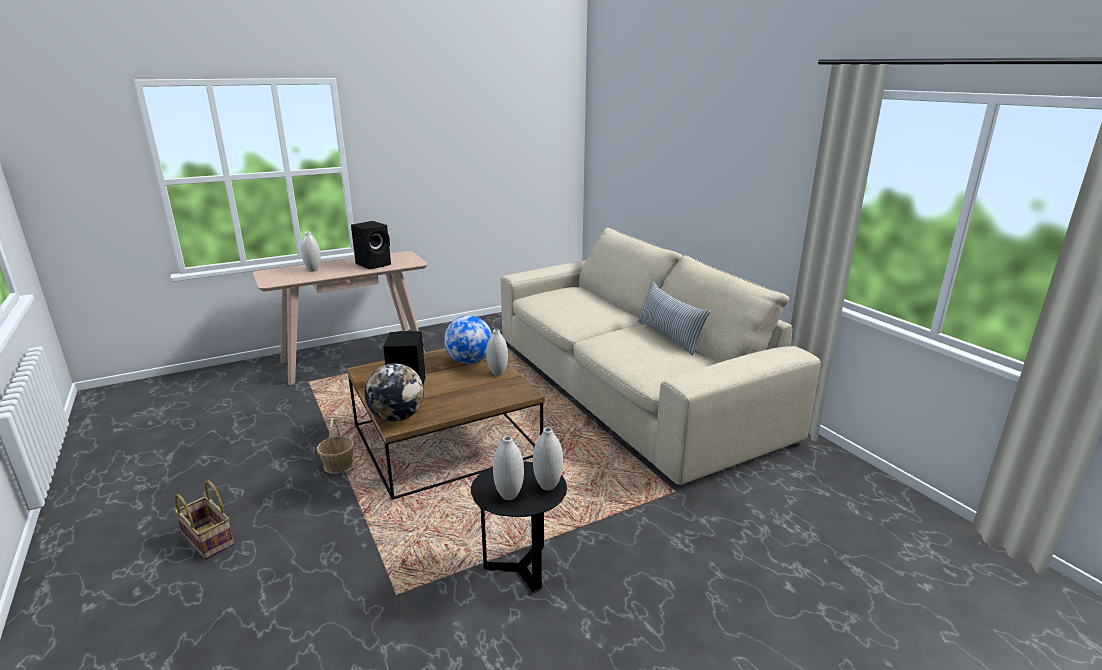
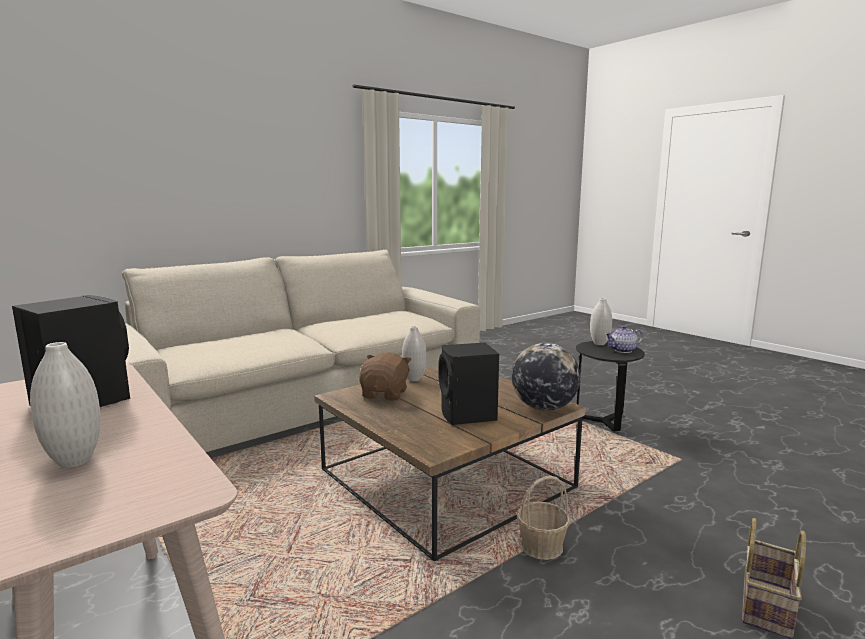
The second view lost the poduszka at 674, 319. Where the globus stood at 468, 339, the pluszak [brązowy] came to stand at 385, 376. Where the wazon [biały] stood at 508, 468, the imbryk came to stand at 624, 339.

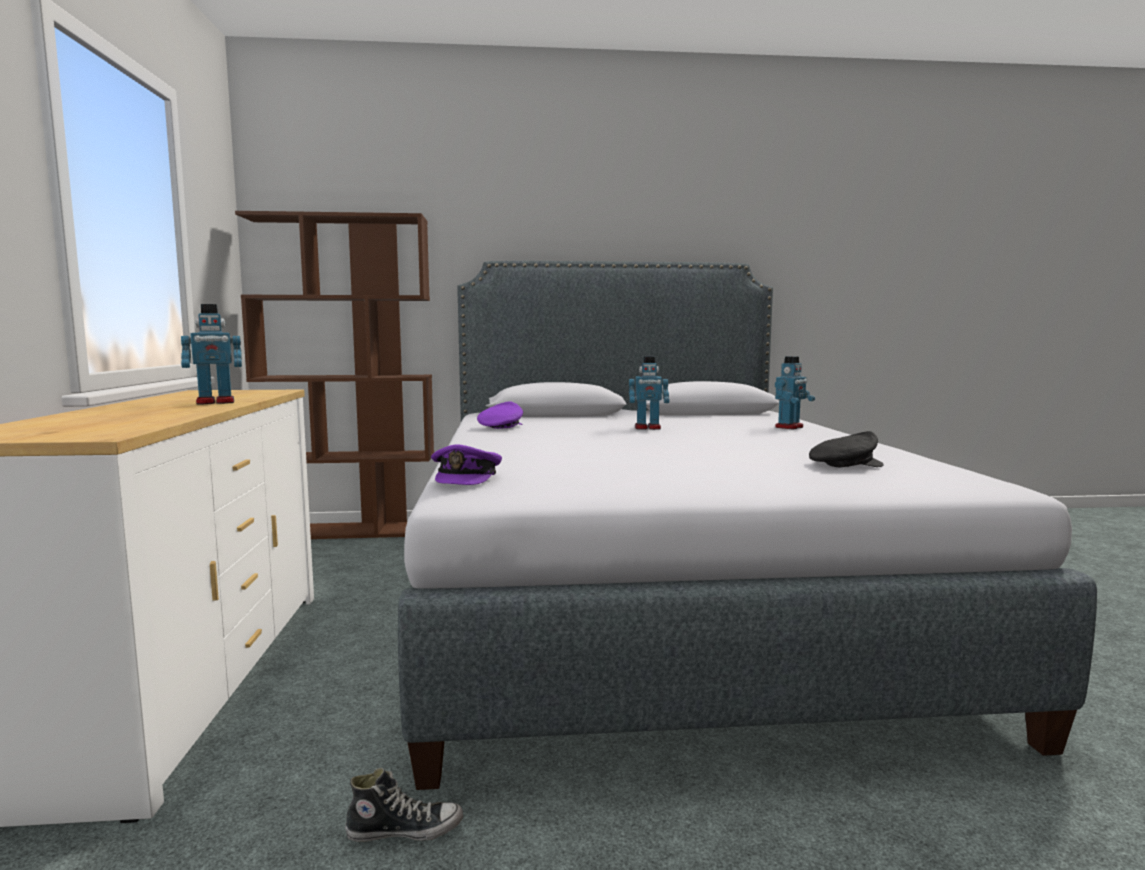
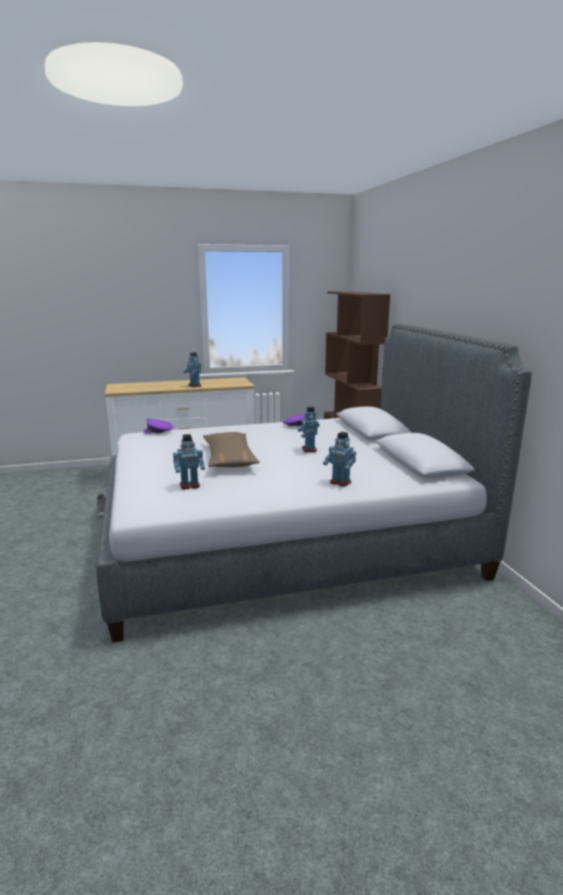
Where the czapka z daszkiem [czarny] stood at 846, 449, the robot zabawkowy came to stand at 189, 462. The second view gained the poduszka [brązowy] at 231, 449.

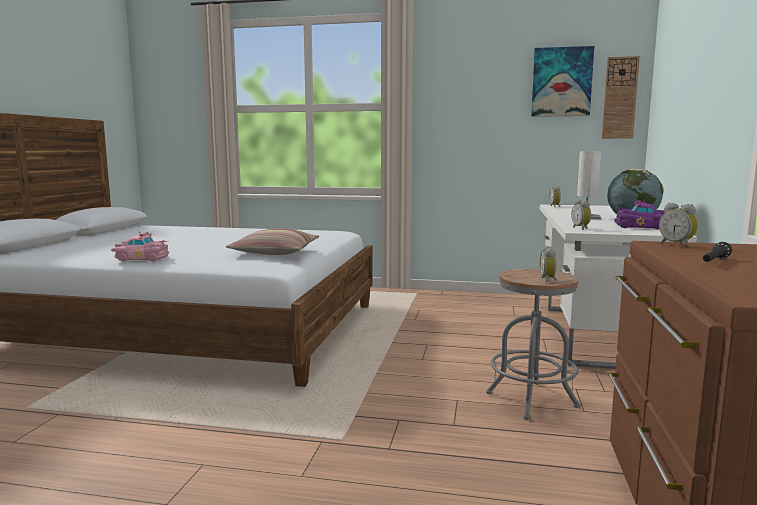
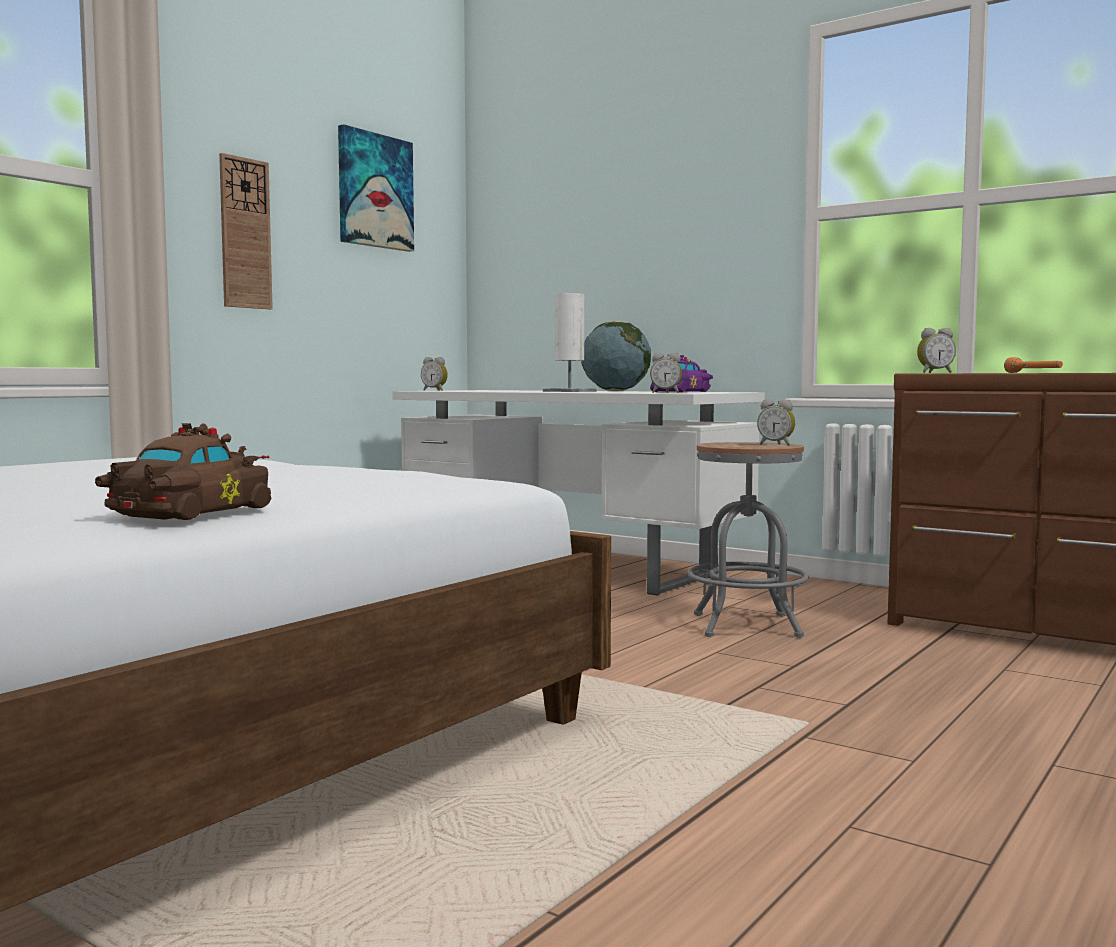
The zegar ścienny ended up elsewhere, having gone from 621, 97 to 246, 231. The second view lost the poduszka at 272, 242. What was the samochodzik [różowy] at 140, 246 turned into the samochodzik [brązowy] at 183, 471. What was the latarka [czarny] at 717, 252 turned into the latarka [pomarańczowy] at 1033, 365.

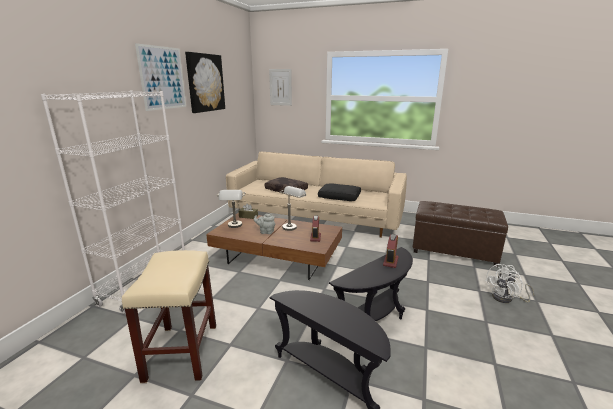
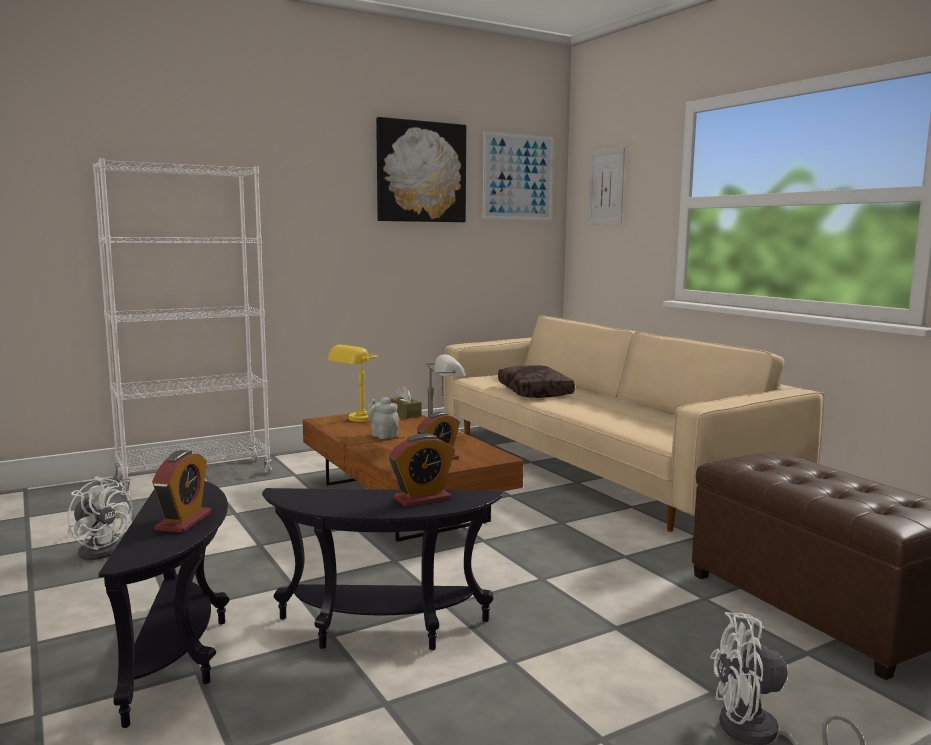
The obraz ended up elsewhere, having gone from 160, 77 to 518, 175. The second view lost the poduszka [czarny] at 339, 192. What was the lampa stołowa [szary] at 231, 209 turned into the lampa stołowa [żółty] at 353, 383. Where the stołek [beżowy] stood at 169, 316, the wentylator [biały] came to stand at 100, 518. The second view gained the budzik at 181, 491.

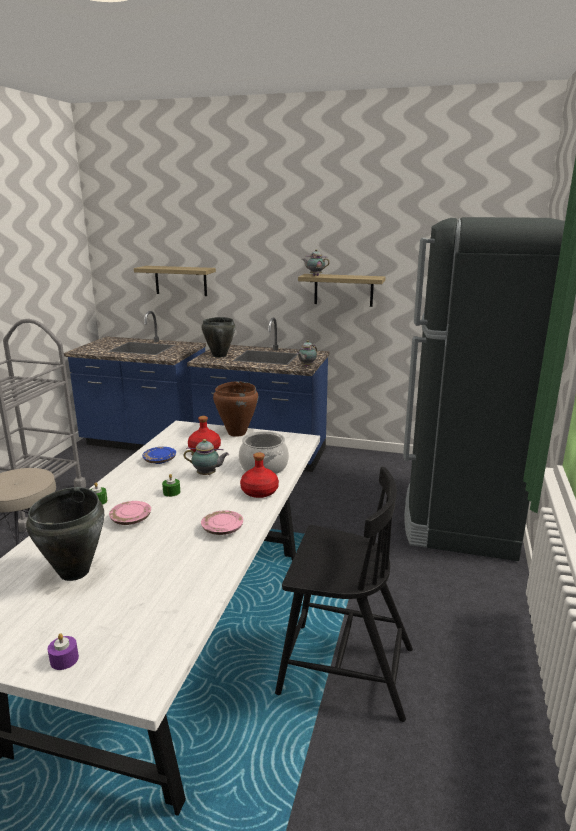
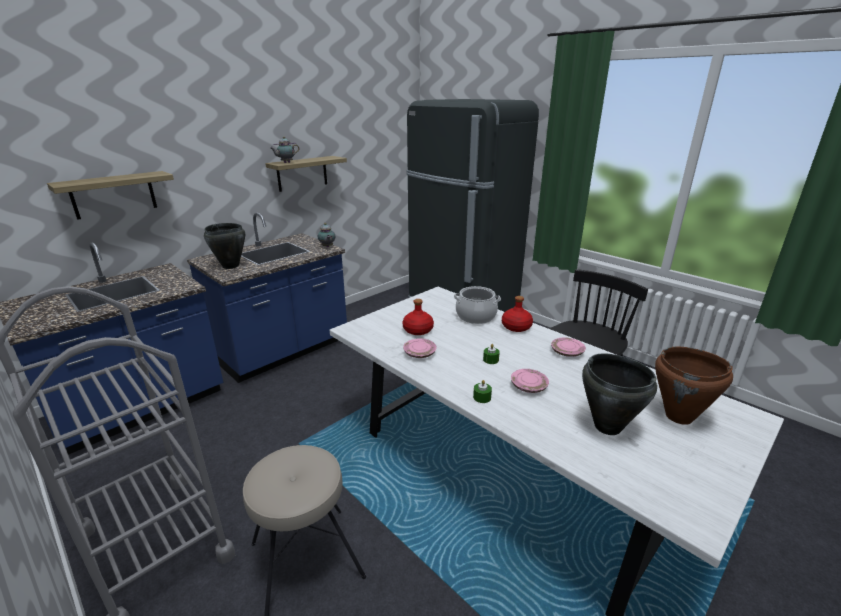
The garnek [brązowy] ended up elsewhere, having gone from 235, 409 to 694, 386. The second view lost the imbryk at 206, 457. What was the talerz [niebieski] at 159, 455 turned into the talerz [różowy] at 420, 348. The second view lost the świeca [fioletowy] at 63, 651.

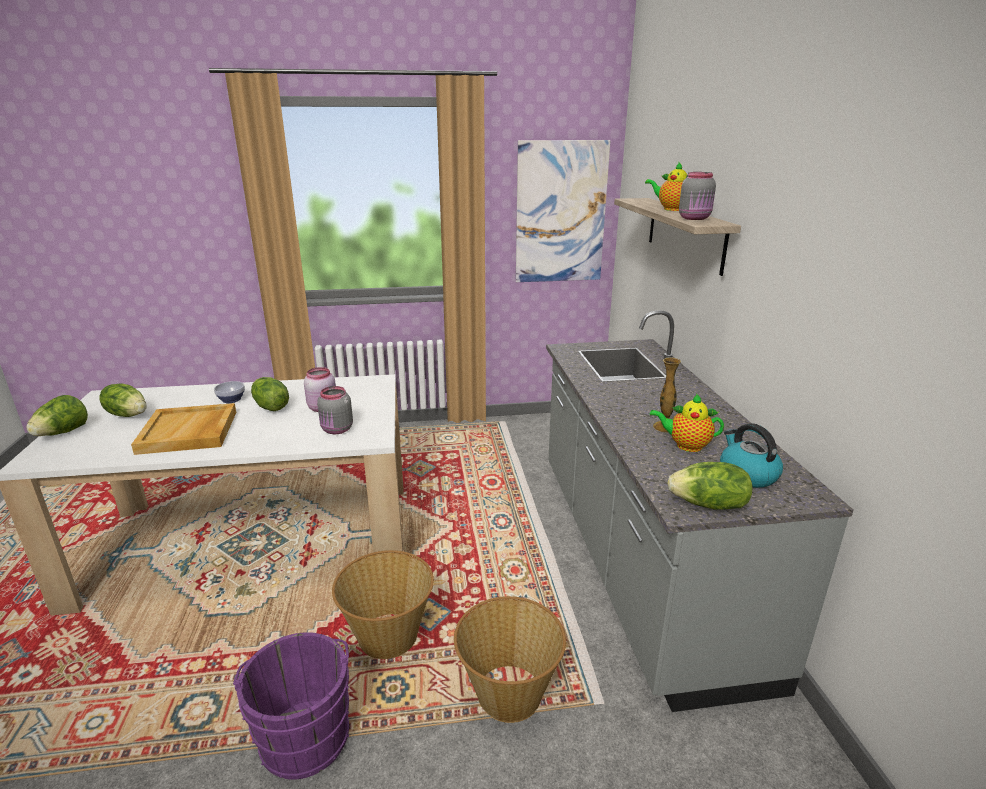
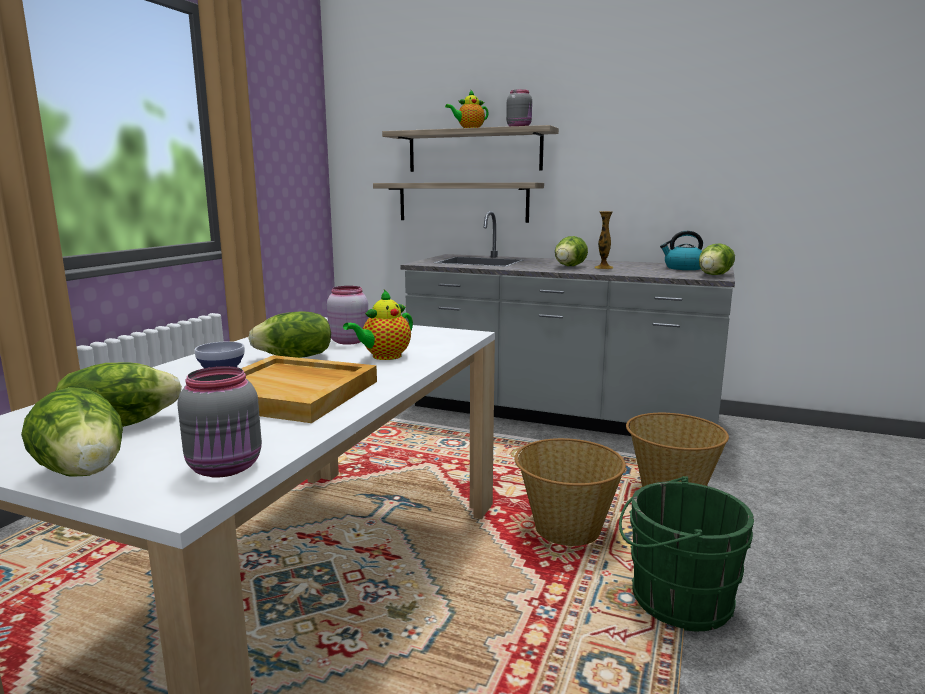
The second view lost the obraz at 563, 211. The słoik [szary] ended up elsewhere, having gone from 335, 410 to 220, 422. The imbryk ended up elsewhere, having gone from 687, 422 to 378, 325. What was the wiadro [fioletowy] at 291, 706 turned into the wiadro [zielony] at 686, 553. The second view gained the półka at 458, 203. The second view gained the sałata at 571, 251.

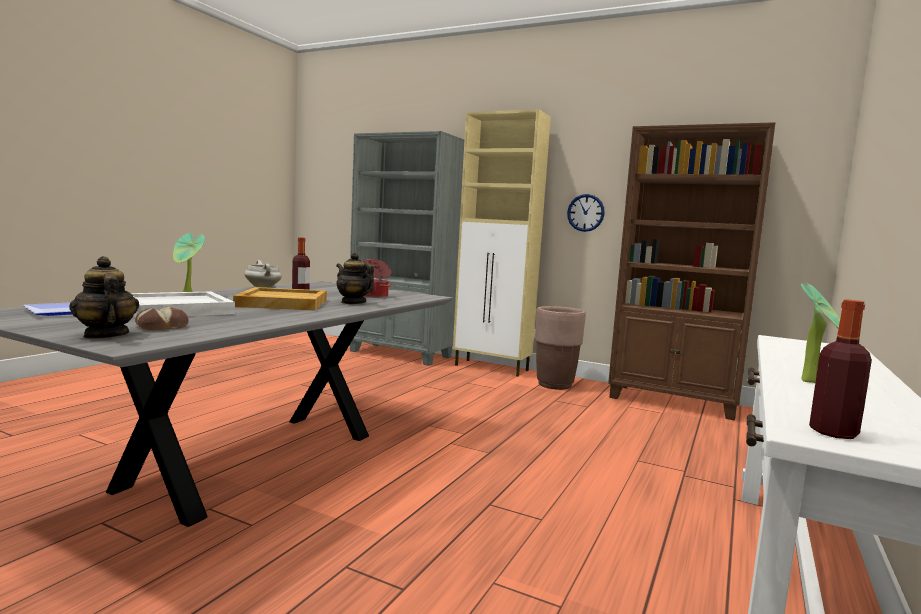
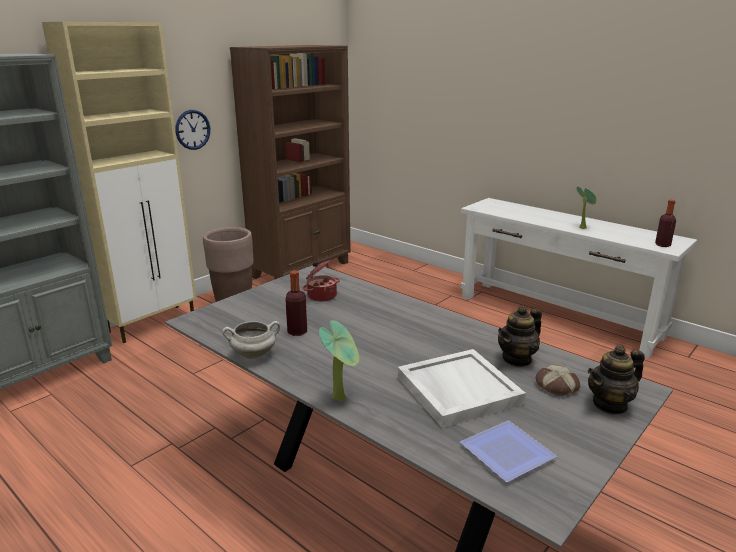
The imbryk ended up elsewhere, having gone from 355, 278 to 520, 336. The second view lost the taca [beżowy] at 280, 299.

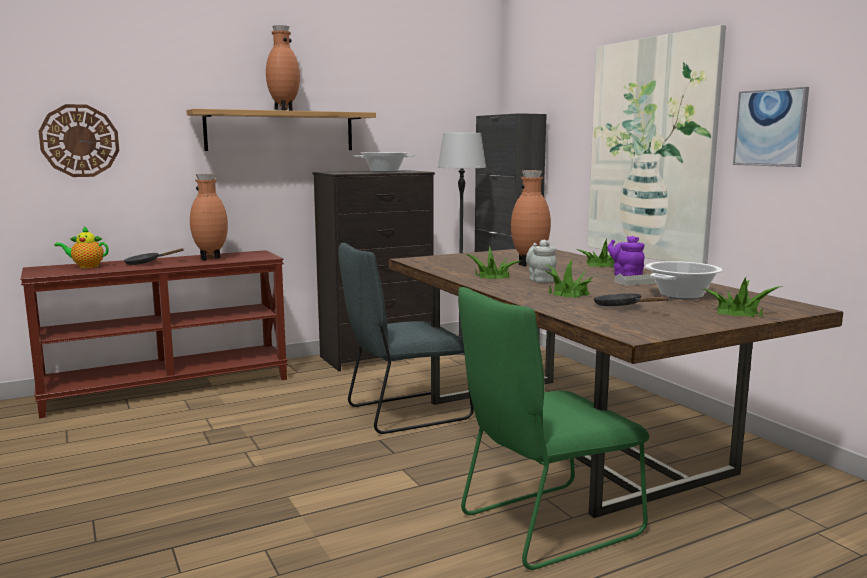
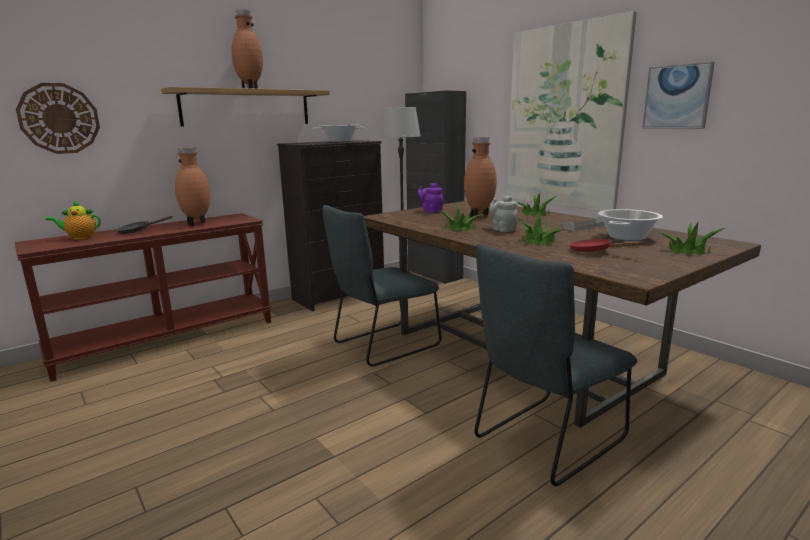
The imbryk [fioletowy] ended up elsewhere, having gone from 626, 256 to 430, 198. What was the krzesło [zielony] at 553, 428 turned into the krzesło [szary] at 555, 365. What was the patelnia [czarny] at 631, 299 turned into the patelnia [czerwony] at 607, 245.

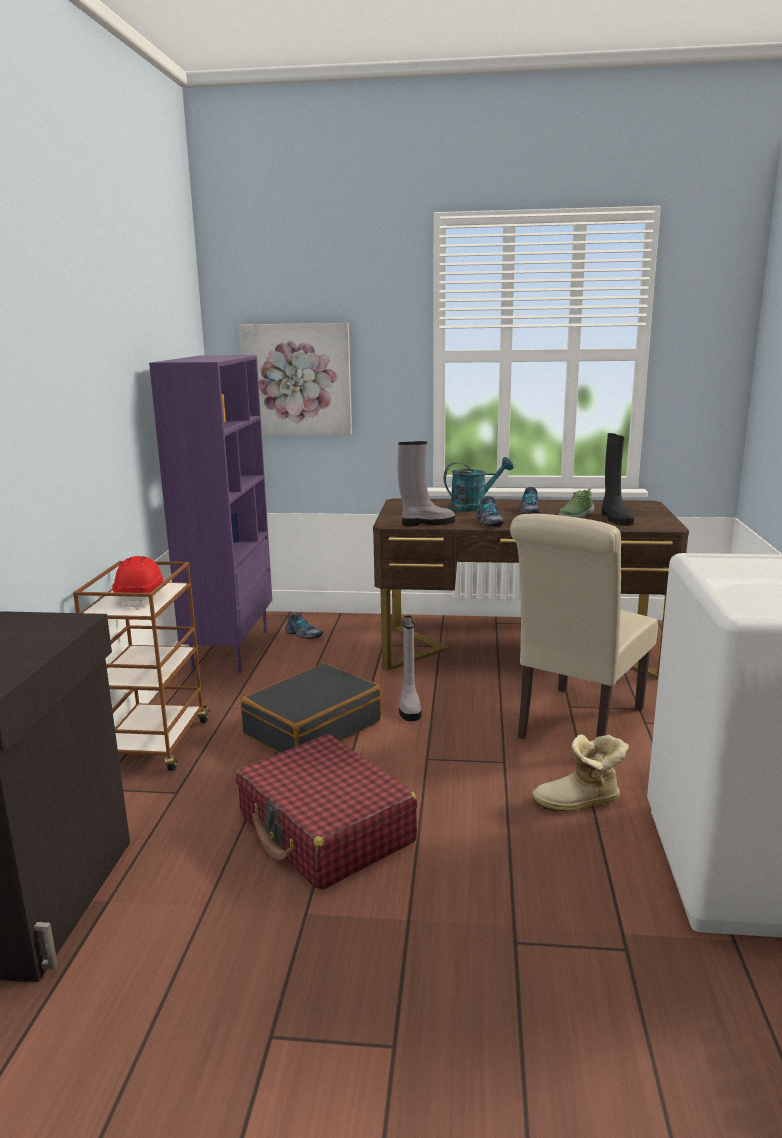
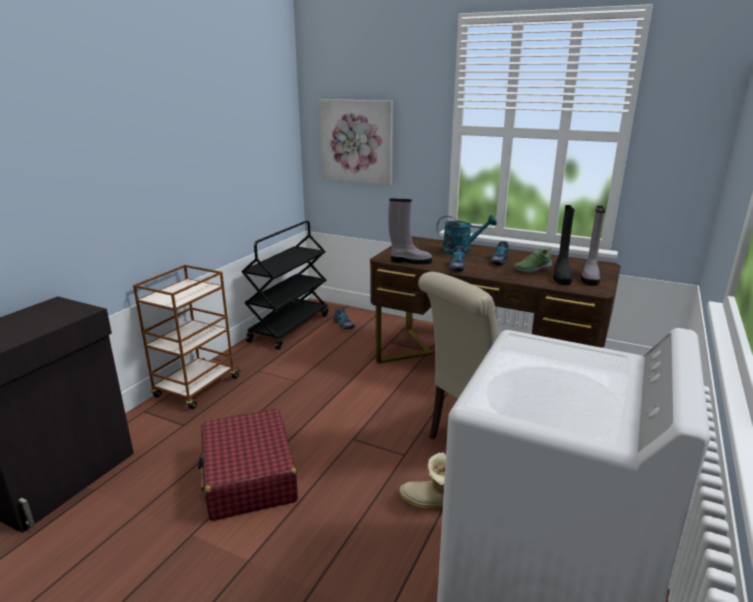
Where the regał [fioletowy] stood at 210, 513, the wózek [czarny] came to stand at 284, 285. The second view lost the kask [czerwony] at 137, 583. The but z cholewką [szary] ended up elsewhere, having gone from 410, 668 to 593, 246. The second view lost the walizka [czarny] at 311, 708.

